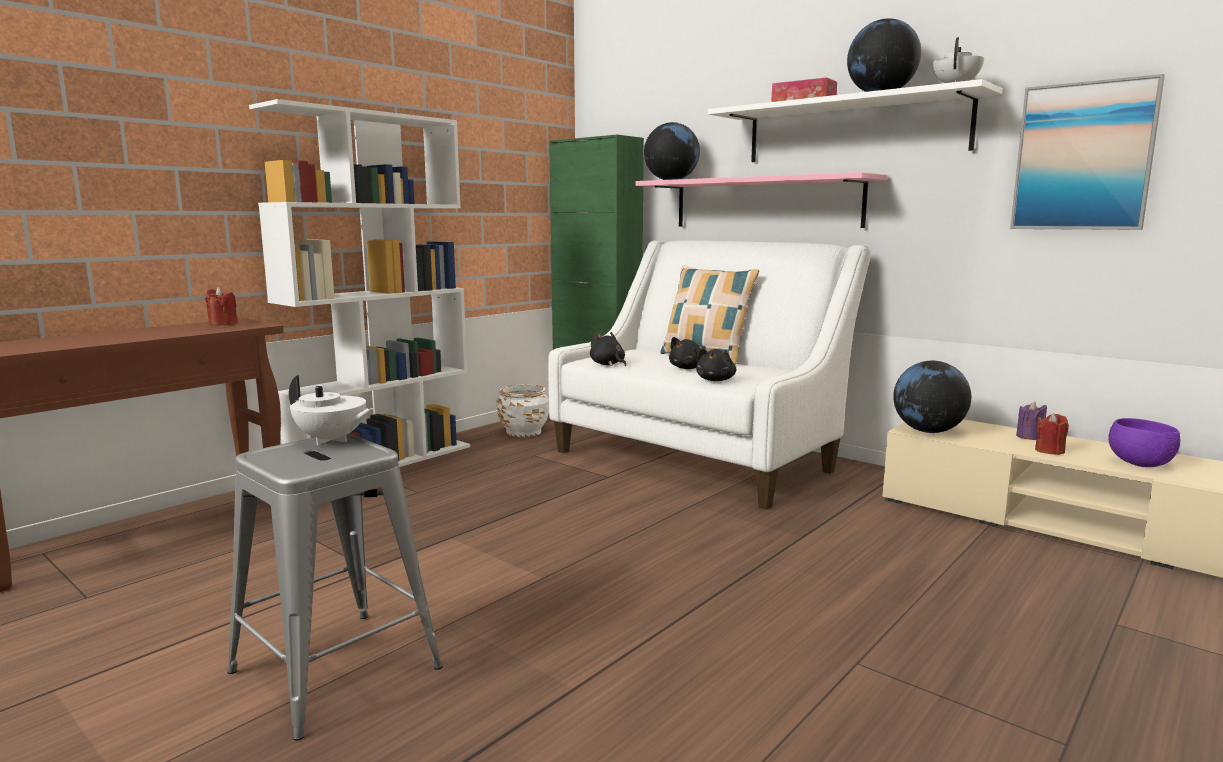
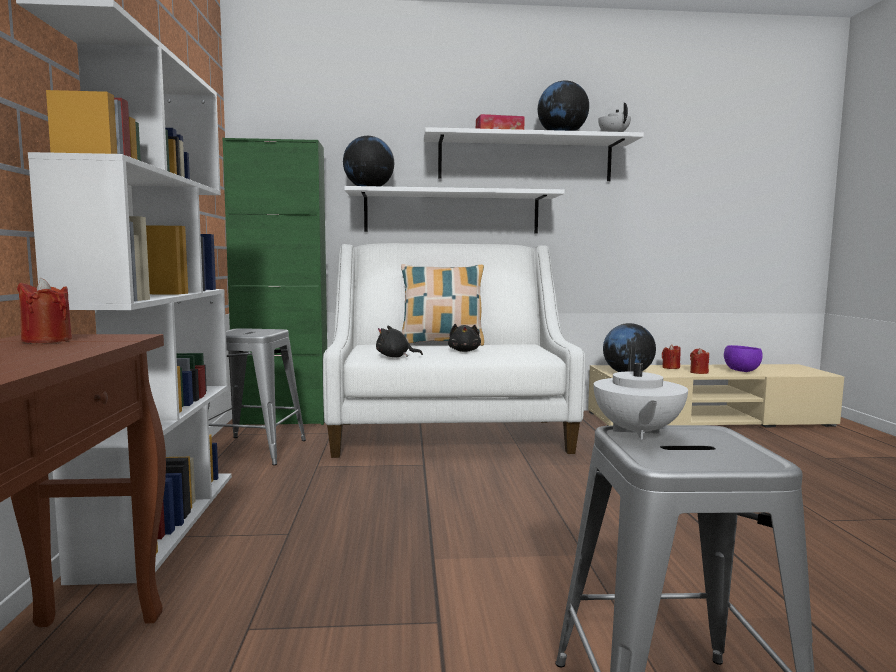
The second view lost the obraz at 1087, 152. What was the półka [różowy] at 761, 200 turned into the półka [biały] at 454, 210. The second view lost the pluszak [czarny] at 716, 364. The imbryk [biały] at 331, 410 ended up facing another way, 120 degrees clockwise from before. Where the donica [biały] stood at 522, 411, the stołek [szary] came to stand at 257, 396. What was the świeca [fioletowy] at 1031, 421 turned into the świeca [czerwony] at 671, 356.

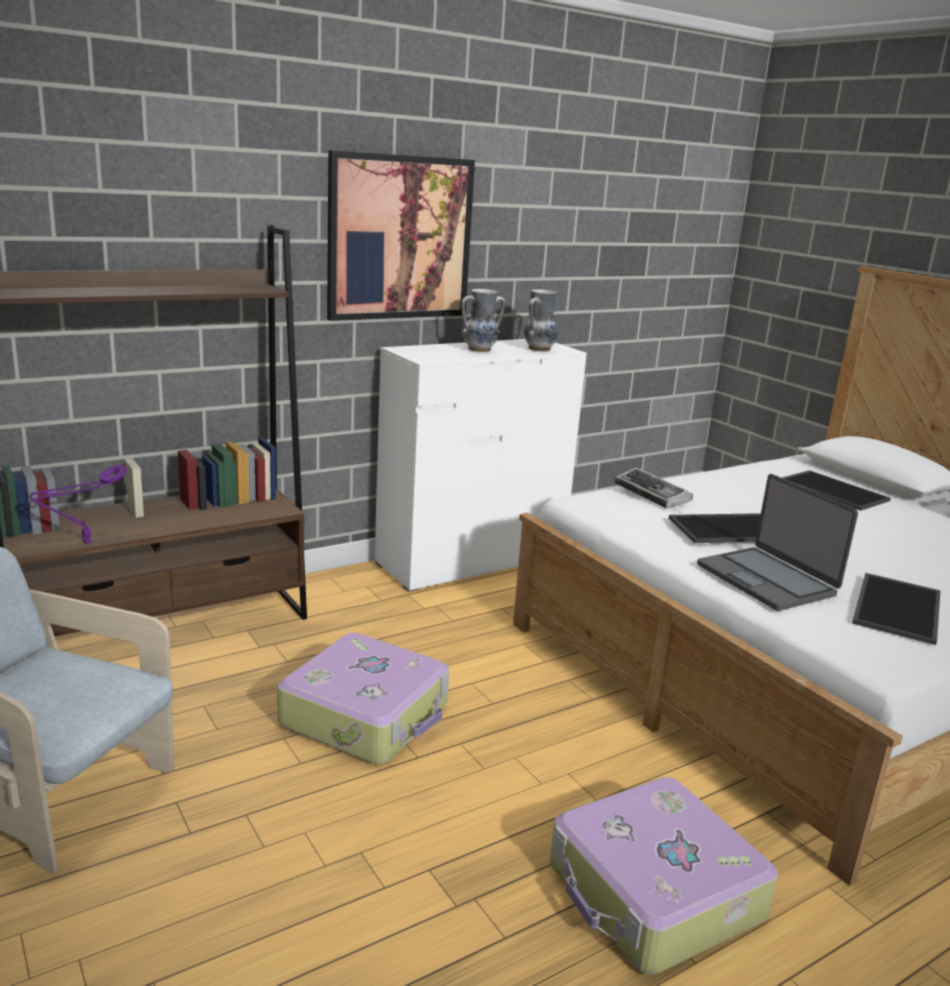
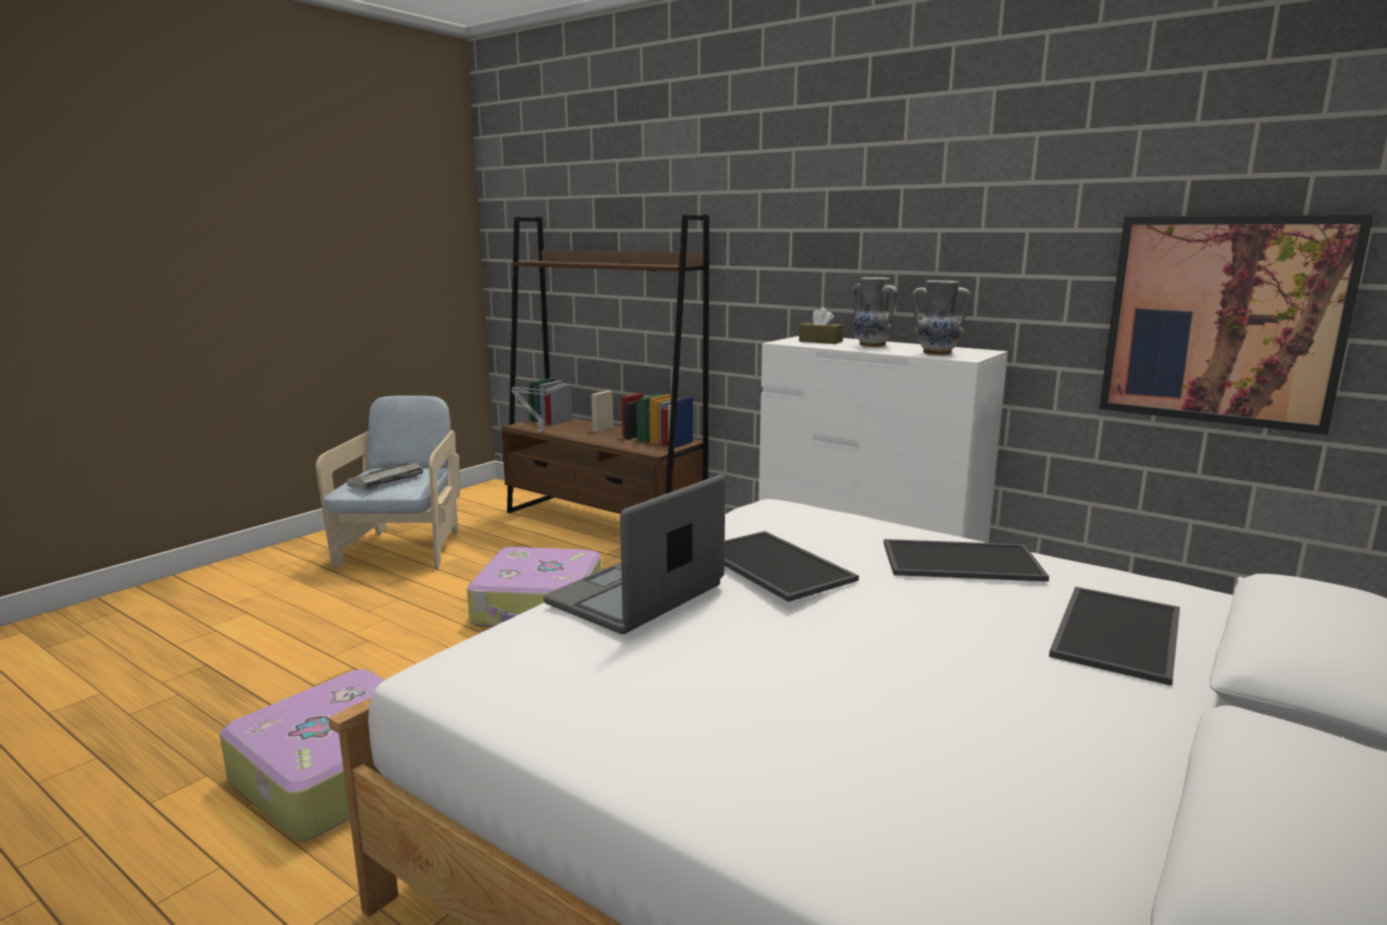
The obraz ended up elsewhere, having gone from 401, 235 to 1236, 325. What was the lampa stołowa [fioletowy] at 77, 504 turned into the lampa stołowa [szary] at 538, 407. The klawiatura ended up elsewhere, having gone from 654, 488 to 385, 476. The taca ended up elsewhere, having gone from 896, 609 to 966, 560. The second view gained the pudełko chusteczek [brązowy] at 821, 325.

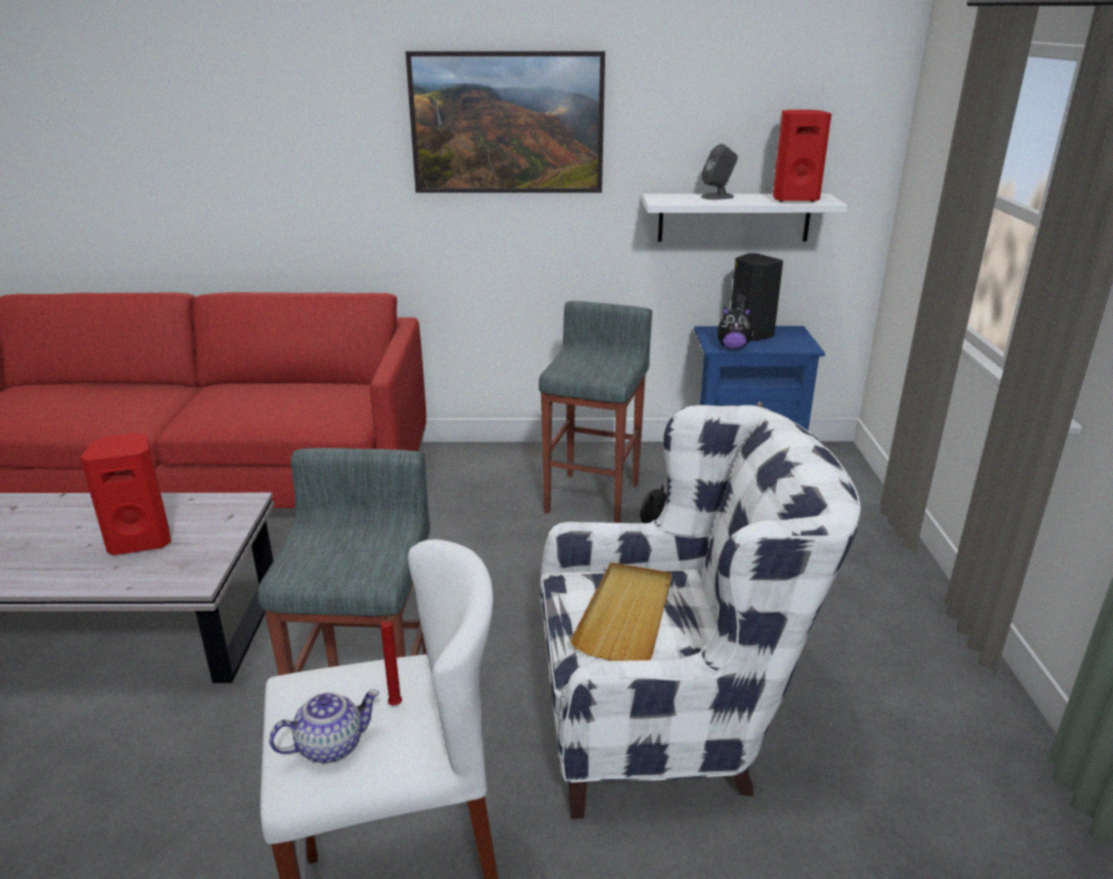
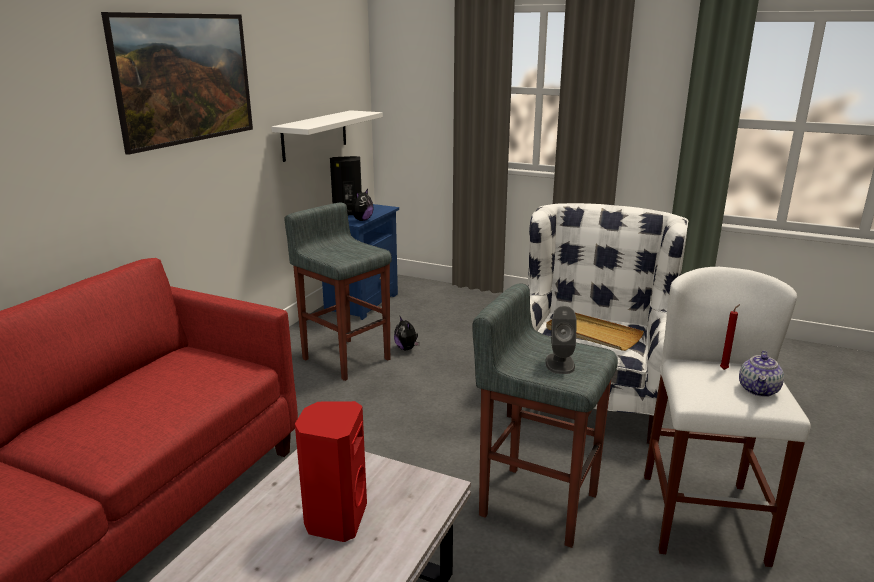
The second view lost the głośnik [czerwony] at 802, 156. The głośnik [szary] ended up elsewhere, having gone from 719, 172 to 561, 340. The imbryk at 324, 726 ended up facing another way, 150 degrees counterclockwise from before.

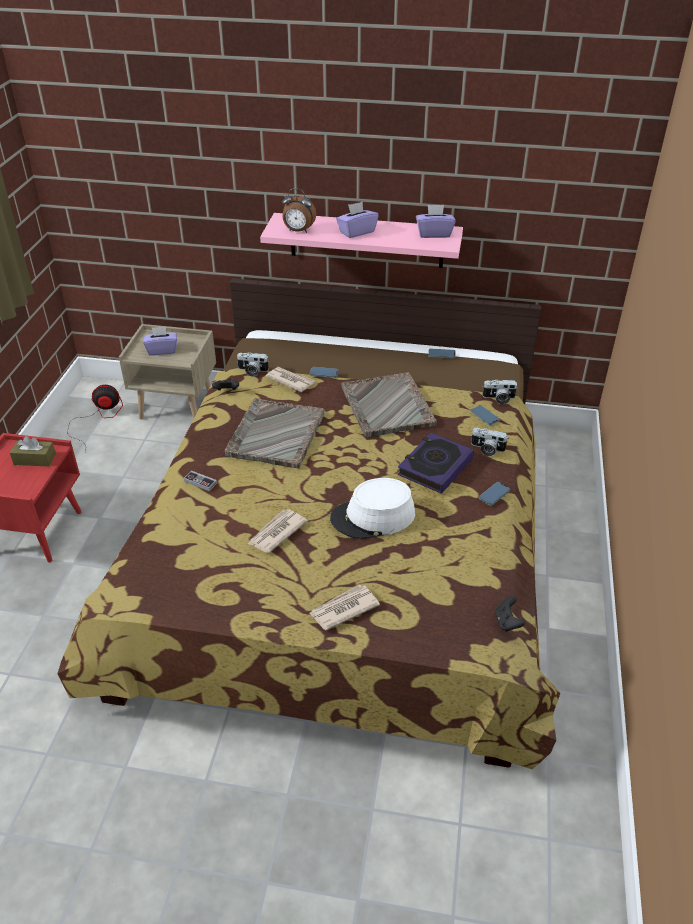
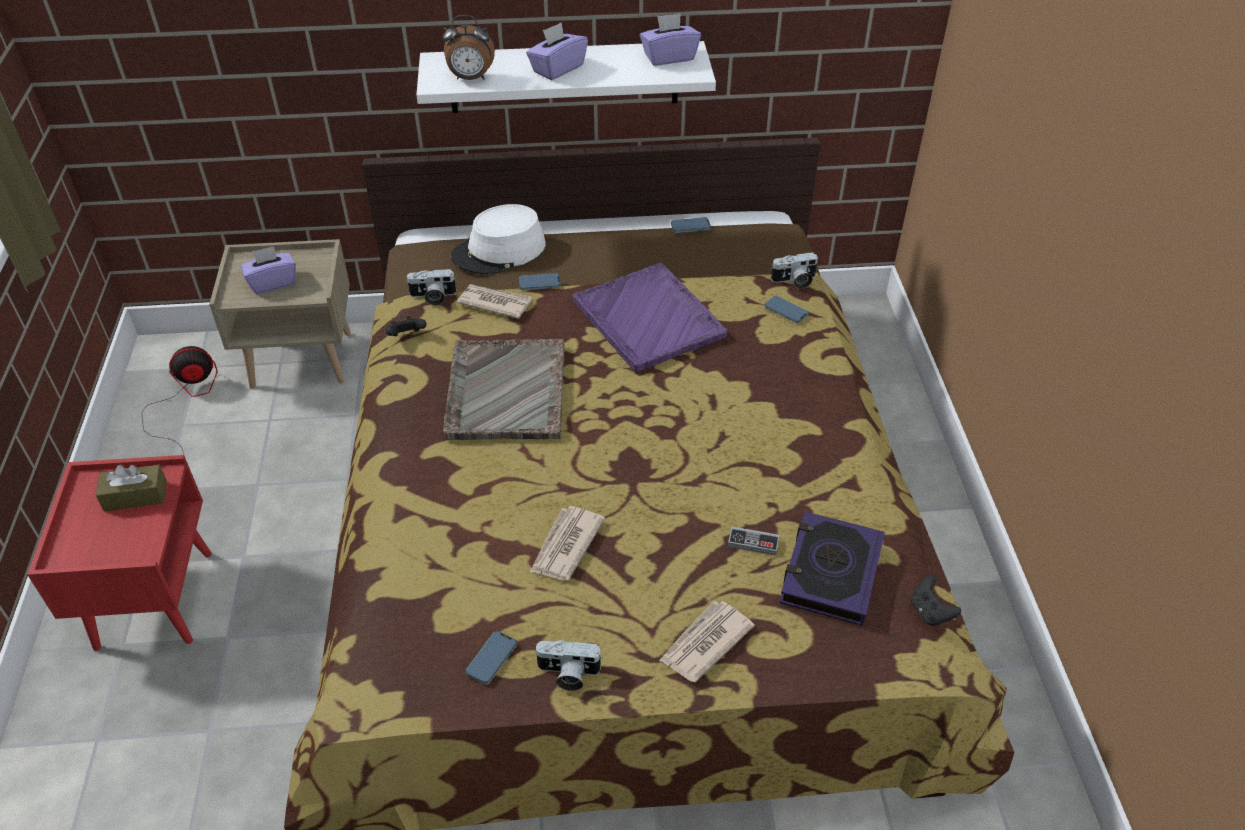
What was the półka [różowy] at 361, 240 turned into the półka [biały] at 566, 77. What was the taca [szary] at 389, 404 turned into the taca [fioletowy] at 650, 317. The aparat fotograficzny ended up elsewhere, having gone from 489, 442 to 568, 665. The książka ended up elsewhere, having gone from 436, 463 to 832, 568. The pad do gier ended up elsewhere, having gone from 200, 481 to 754, 541. The kapelusz [biały] ended up elsewhere, having gone from 372, 508 to 498, 239. The telefon ended up elsewhere, having gone from 494, 494 to 491, 658.

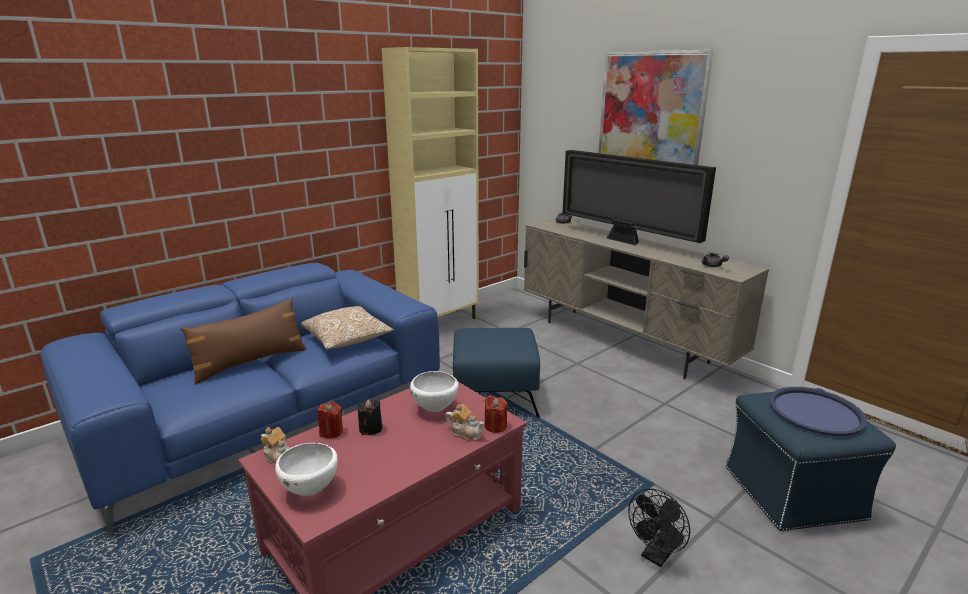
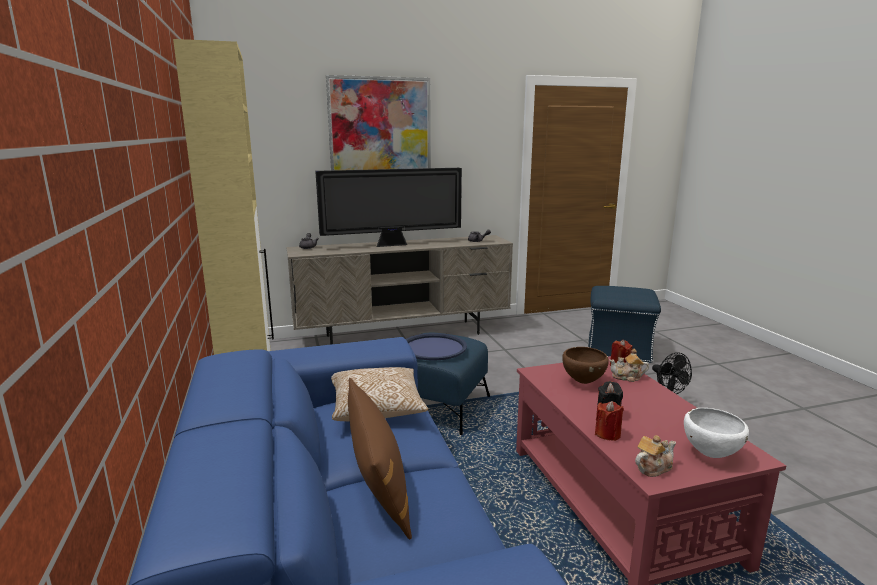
What was the miska [biały] at 434, 391 turned into the miska [brązowy] at 585, 365. The taca [niebieski] ended up elsewhere, having gone from 818, 411 to 436, 347. The imbryk at 465, 422 ended up facing another way, 135 degrees counterclockwise from before.

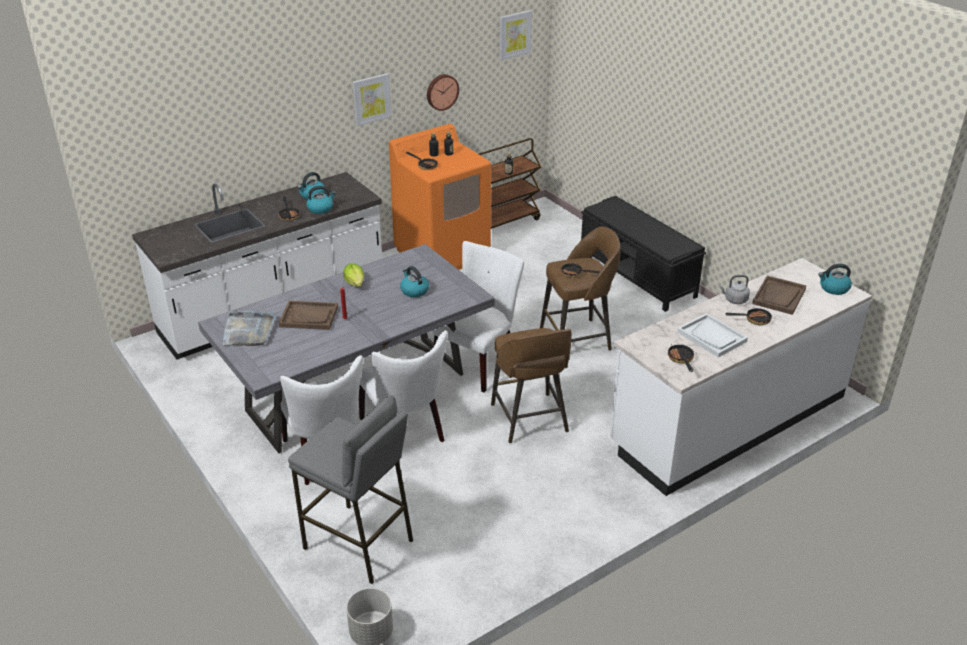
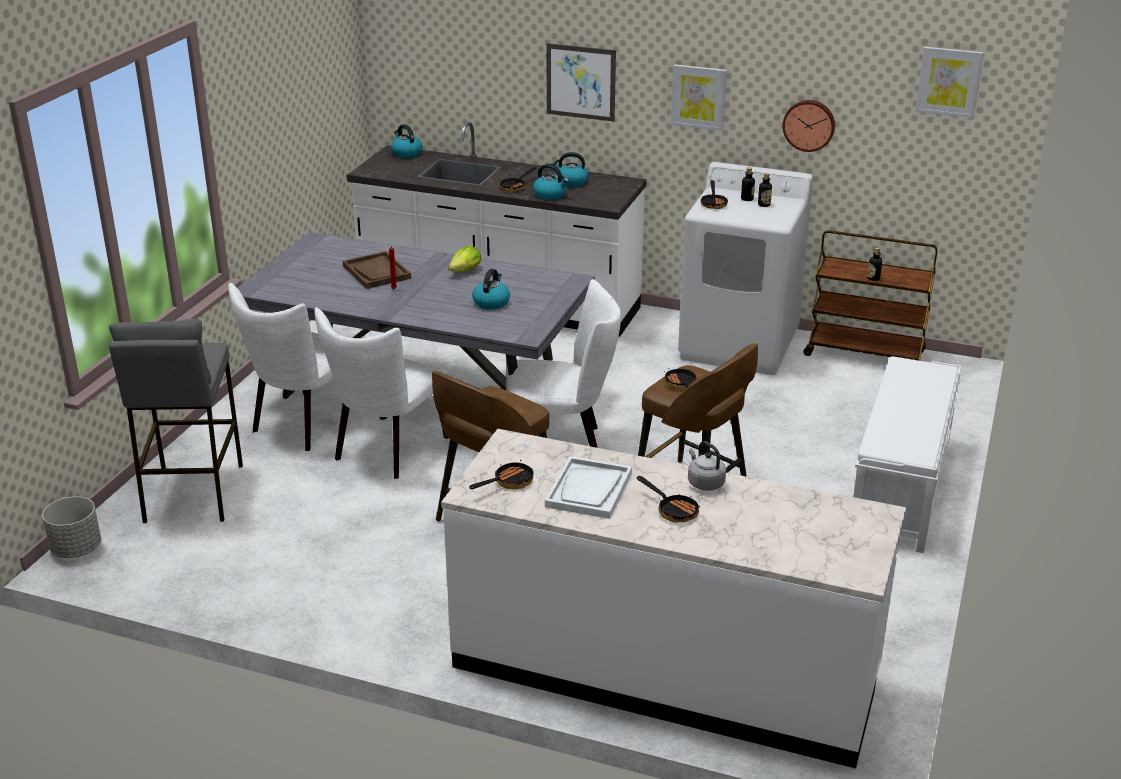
What was the pralka [pomarańczowy] at 440, 197 turned into the pralka [biały] at 745, 268. What was the ławka [czarny] at 643, 254 turned into the ławka [biały] at 907, 454. The czajnik ended up elsewhere, having gone from 835, 279 to 406, 141. The second view lost the taca [brązowy] at 779, 295. The second view lost the taca [szary] at 249, 328. The second view gained the obraz at 581, 82.

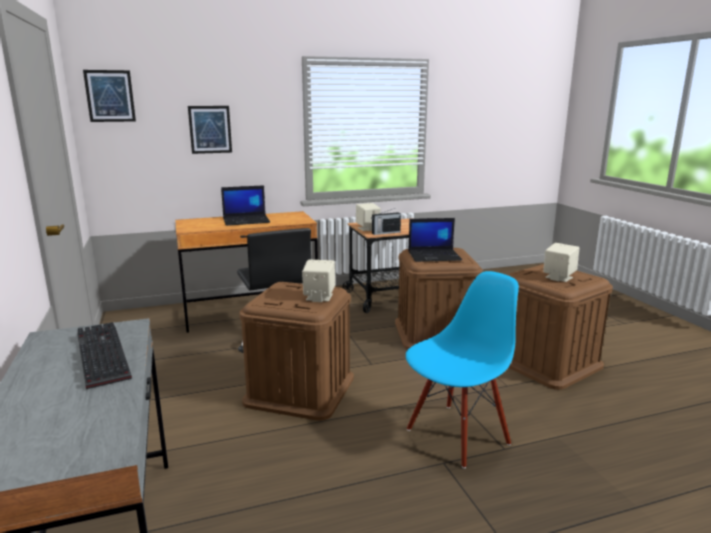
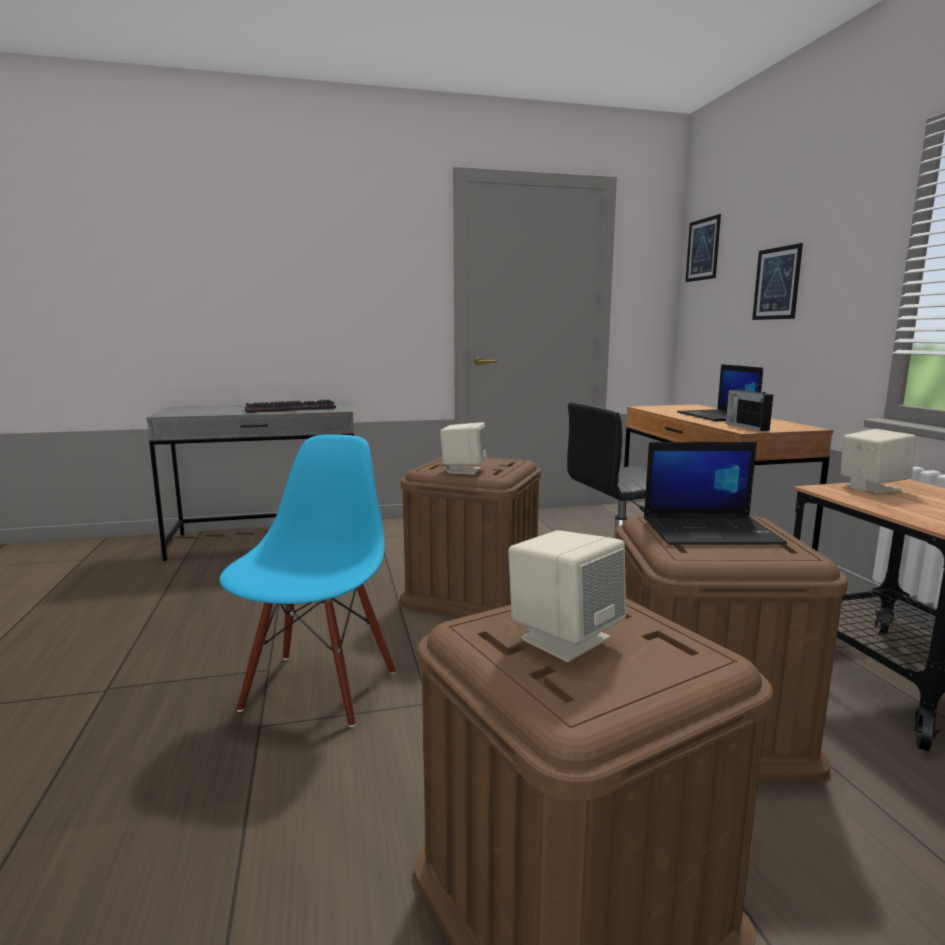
The radio ended up elsewhere, having gone from 386, 221 to 749, 407. The laptop at 435, 240 ended up facing another way, 90 degrees counterclockwise from before. The krzesło [niebieski] at 462, 370 ended up facing another way, 135 degrees counterclockwise from before.

